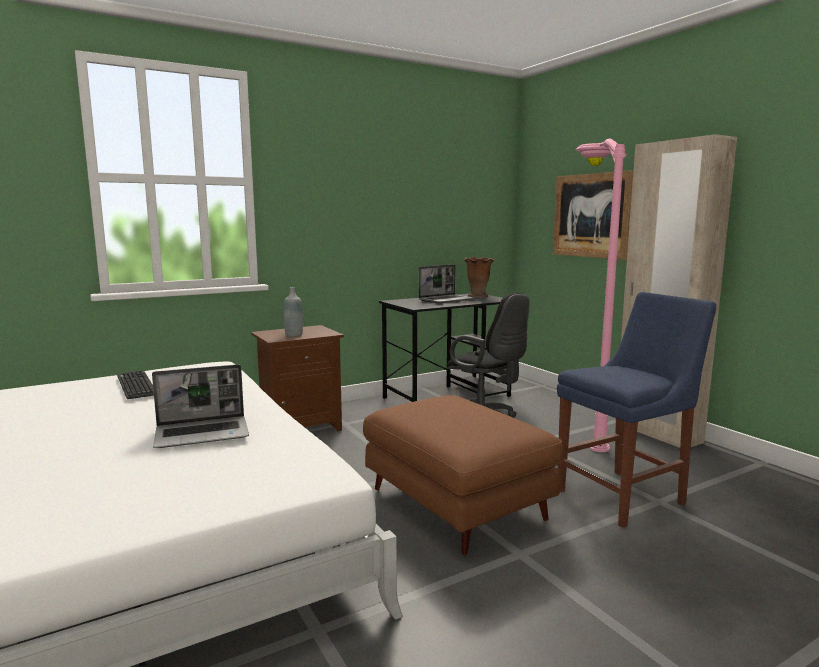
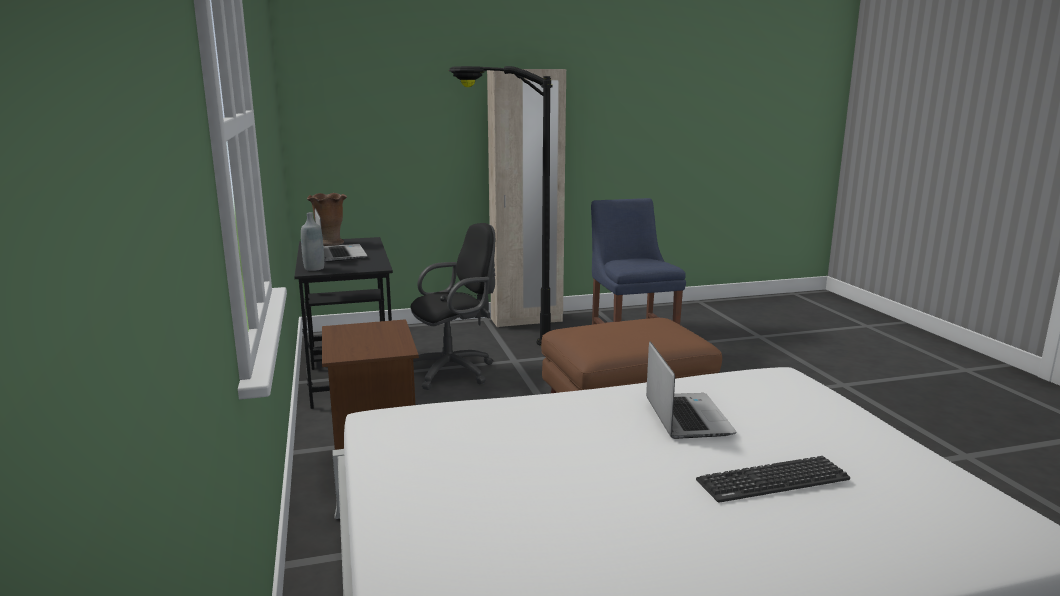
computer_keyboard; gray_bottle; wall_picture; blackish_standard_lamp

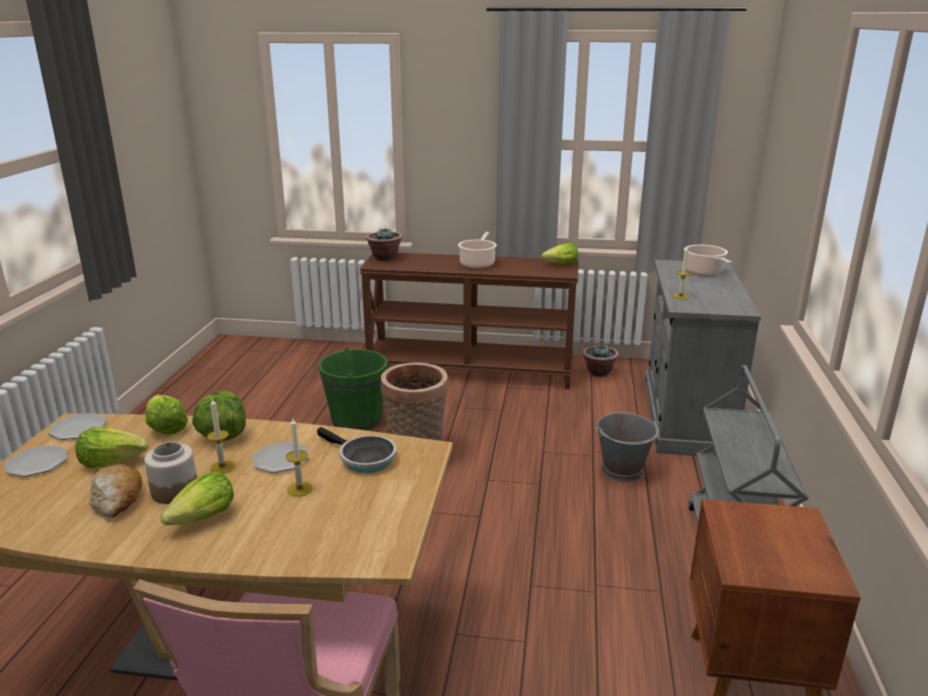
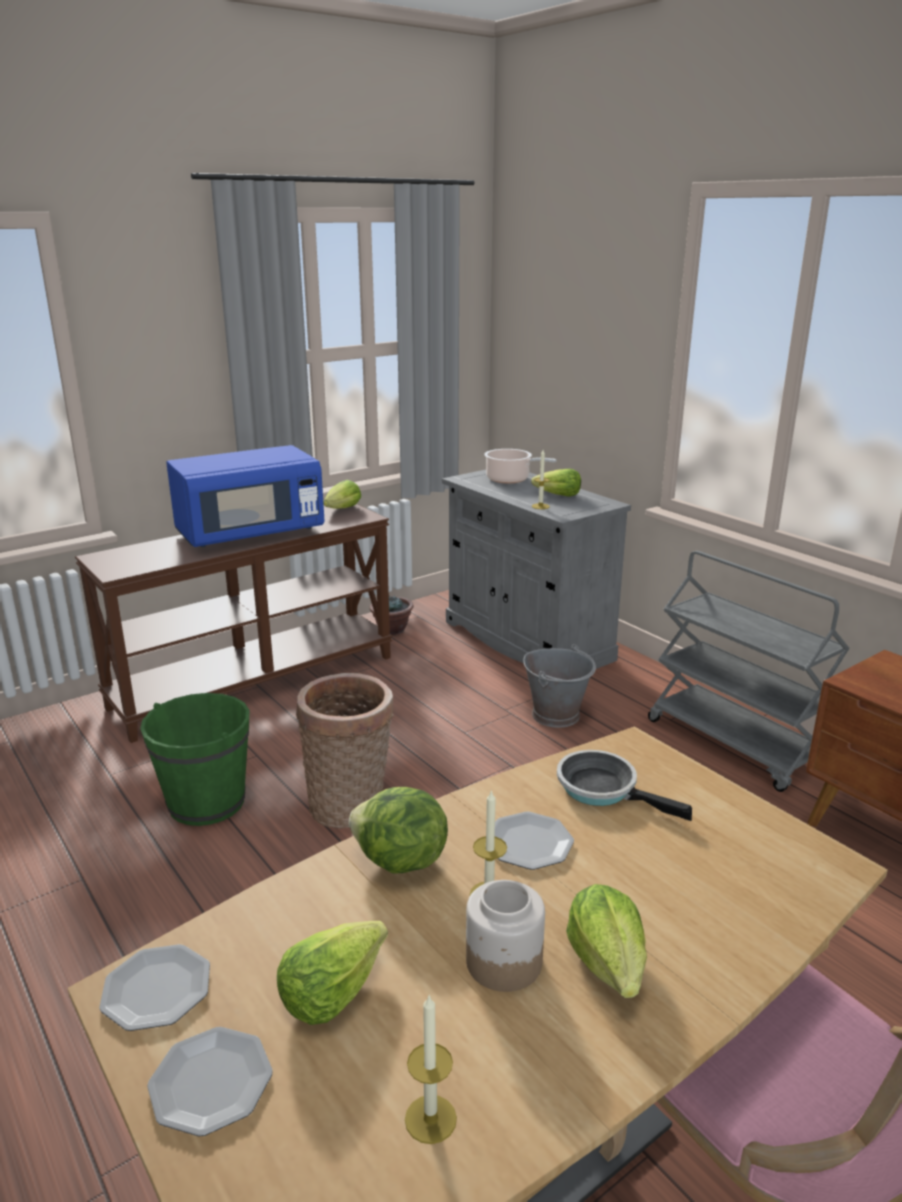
baked_bread; lettuce_head (4th from left); wax_candle (1st from left); skillet; potted_plant (1st from left in the first image); bluish_microwave_oven

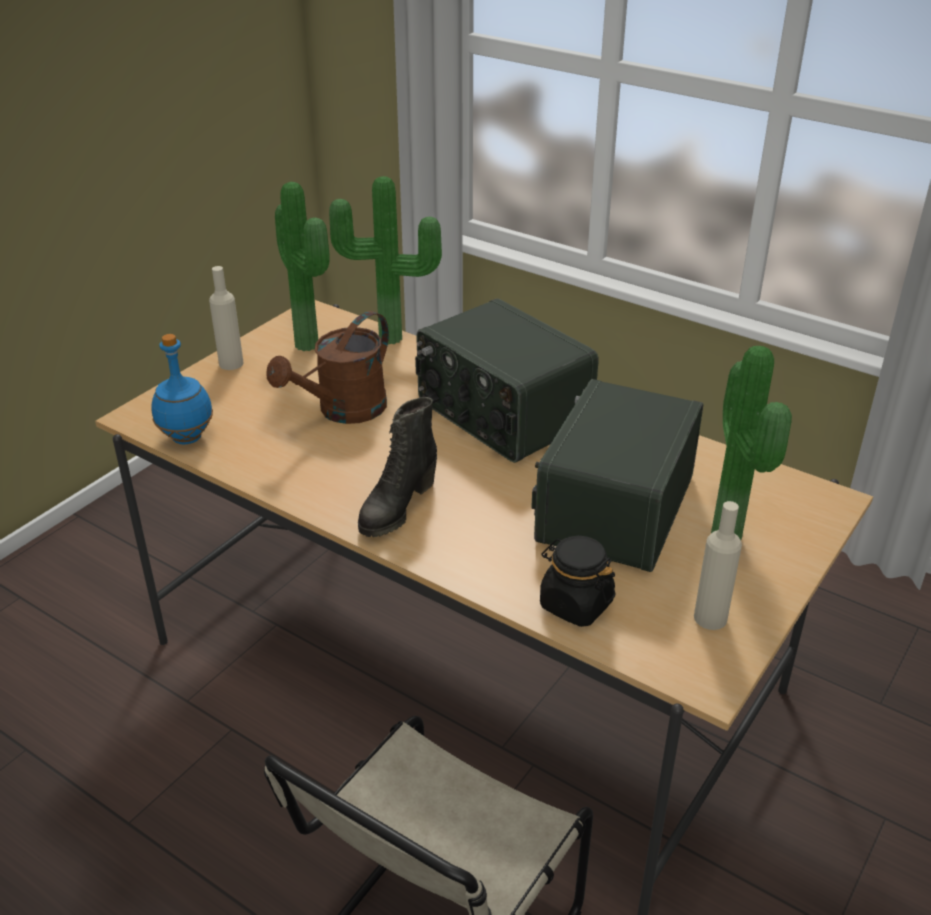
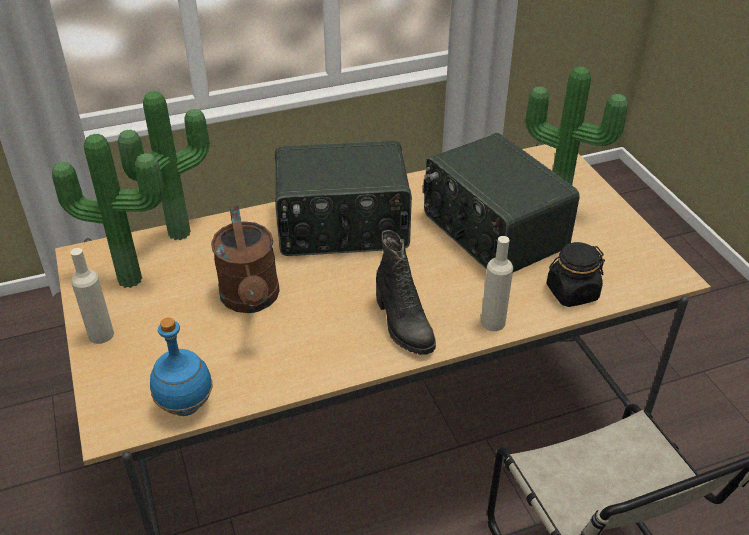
beige_bottle (2nd from left)

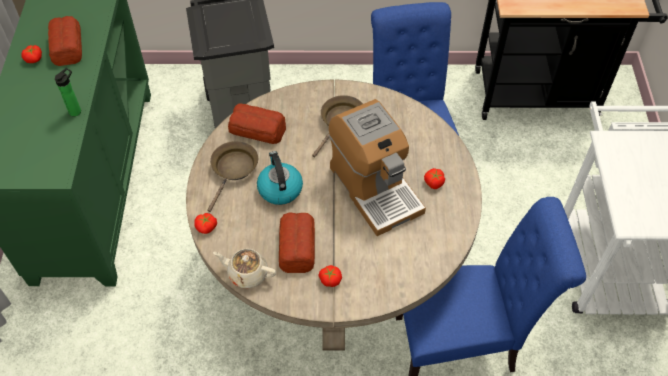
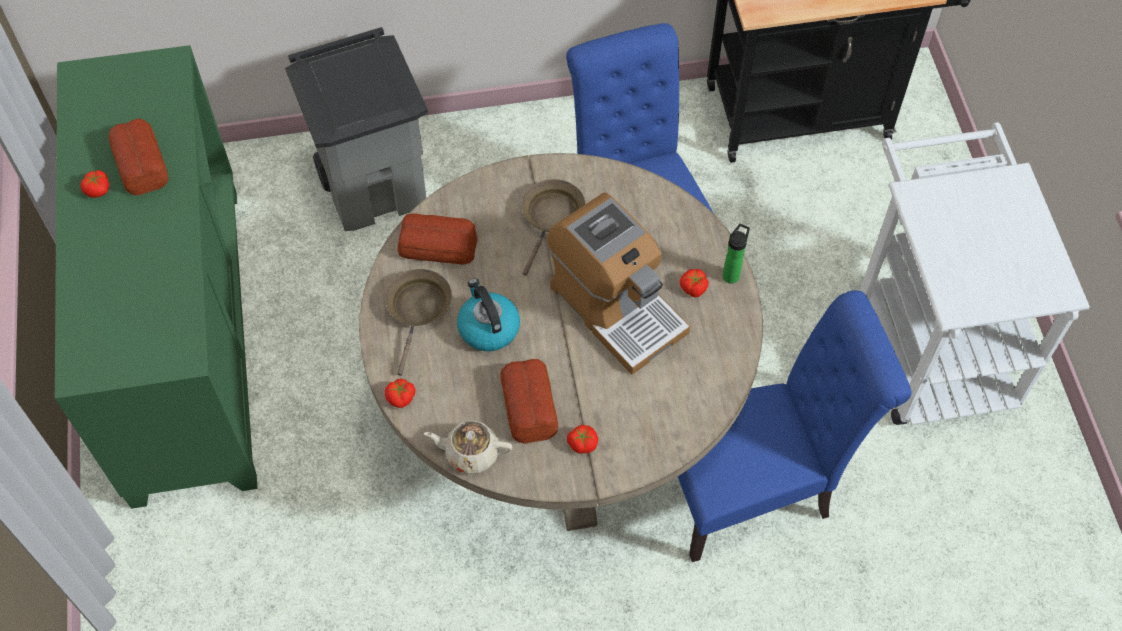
bottle

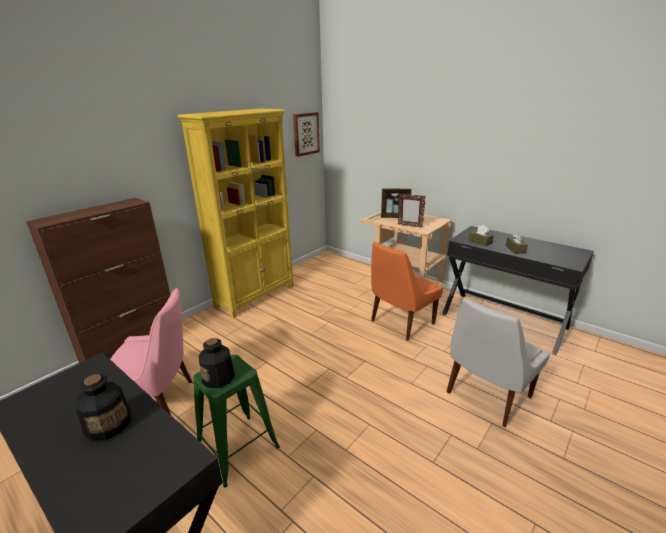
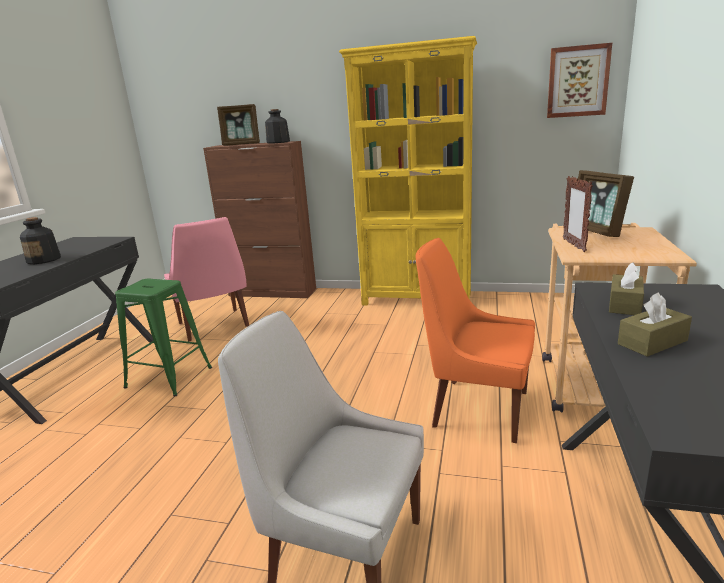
bottle (2nd from left); picture_frame (1st from left)

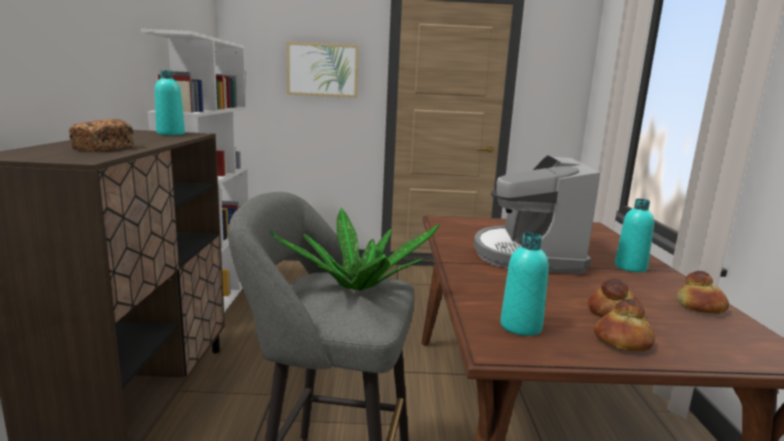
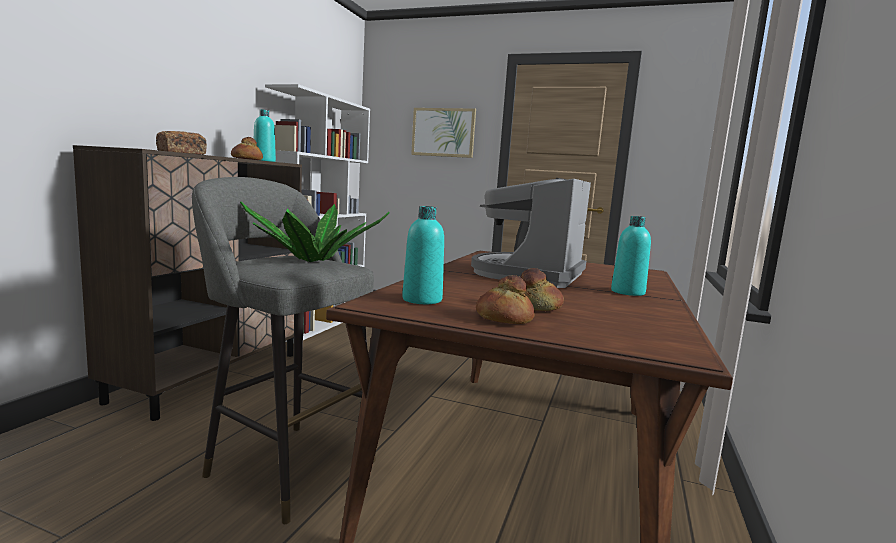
baked_bread (2nd from left)

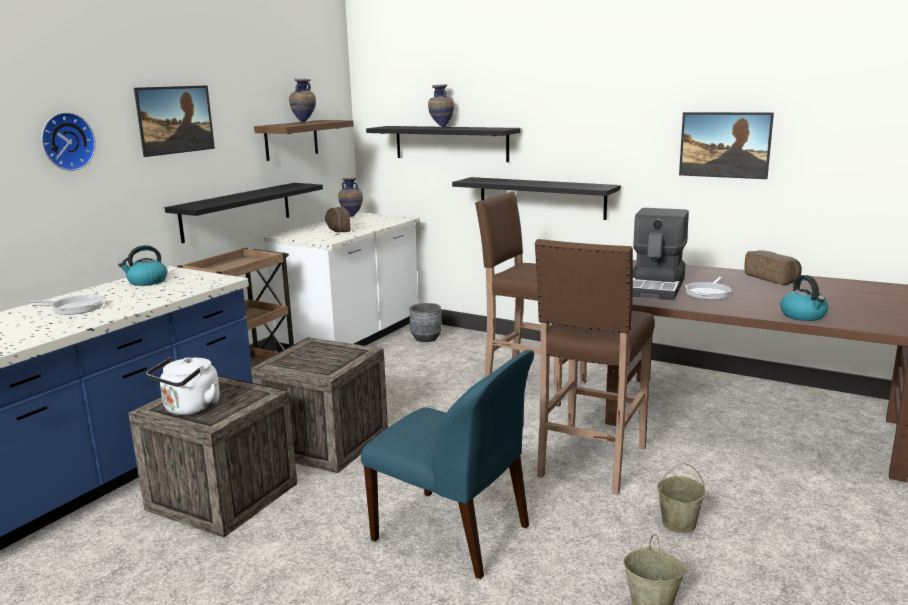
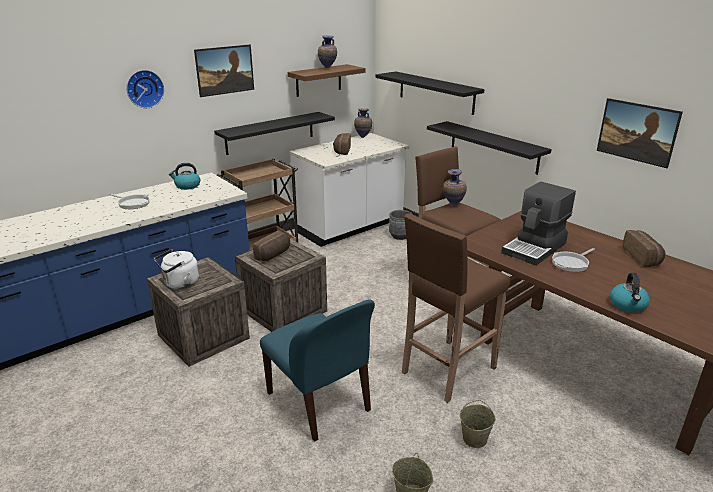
flower_vase (3rd from left); baked_bread (1st from left)

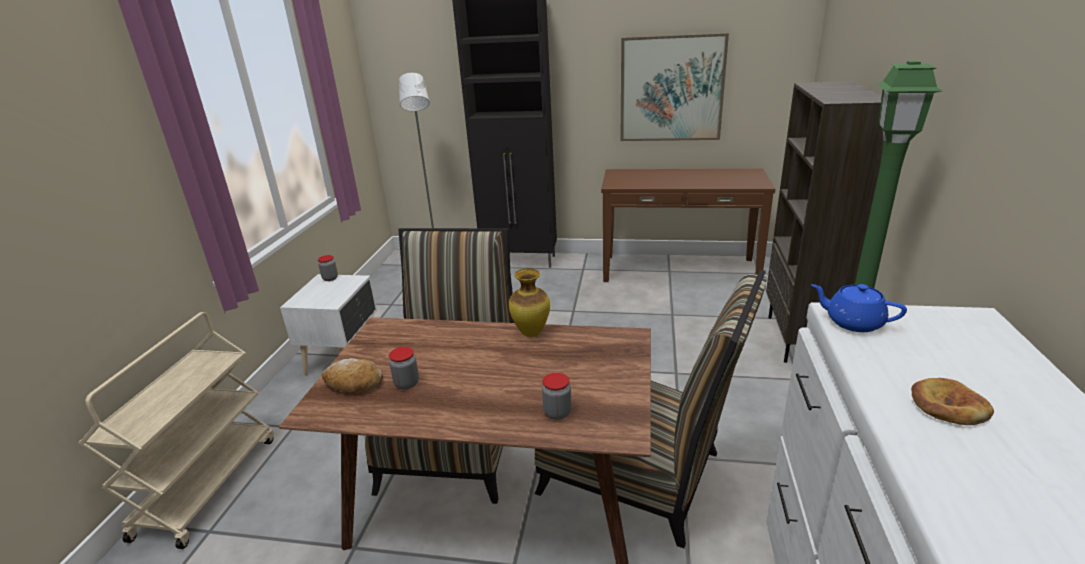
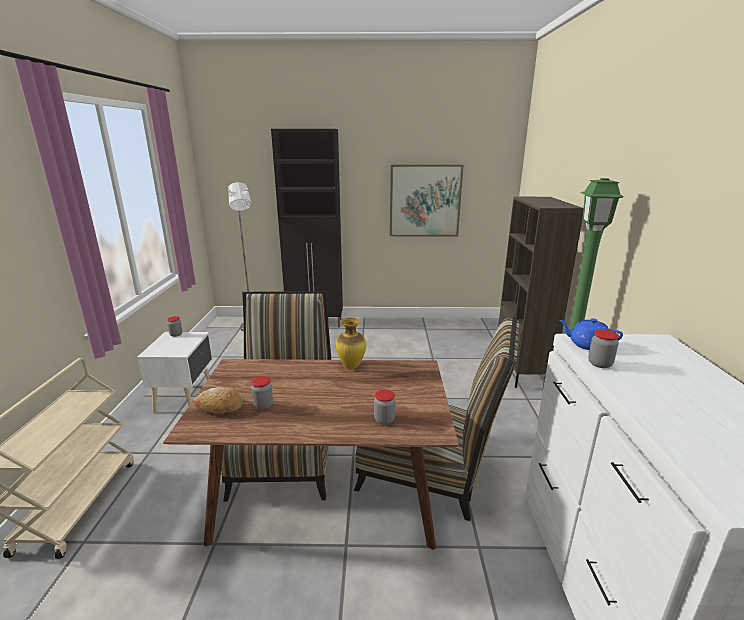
brownish_hall_table; baked_bread (2nd from left in the first image); preserve_jar (4th from left)

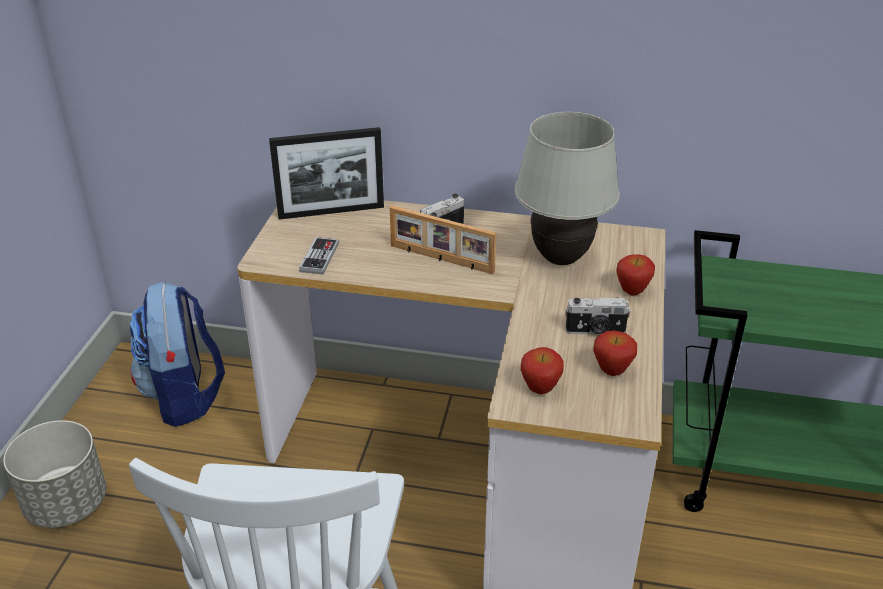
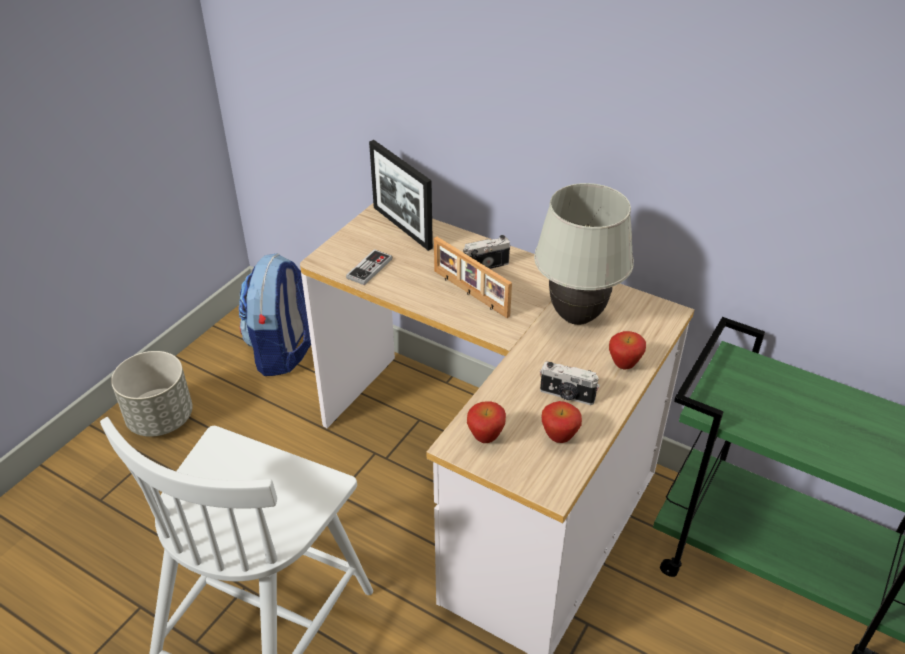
picture_frame (1st from left)

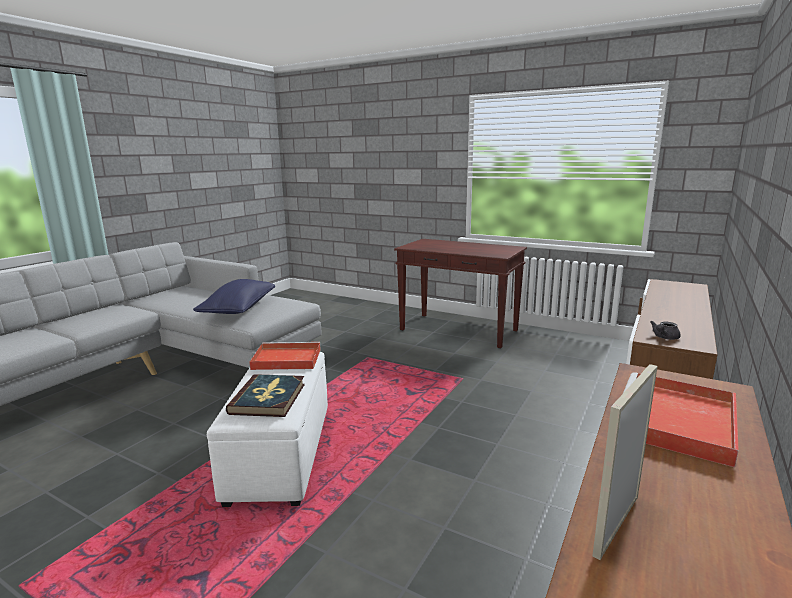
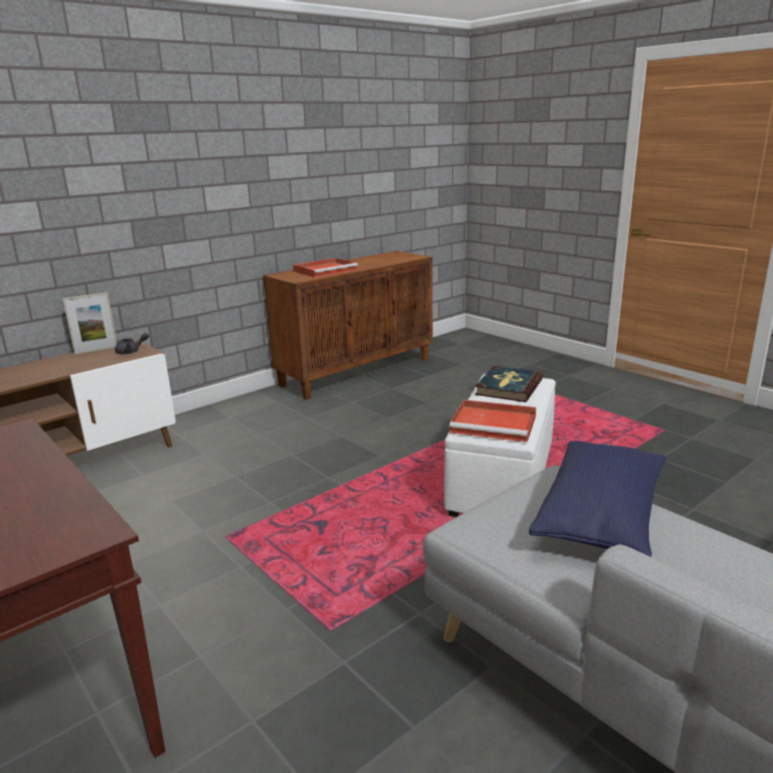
picture_frame

